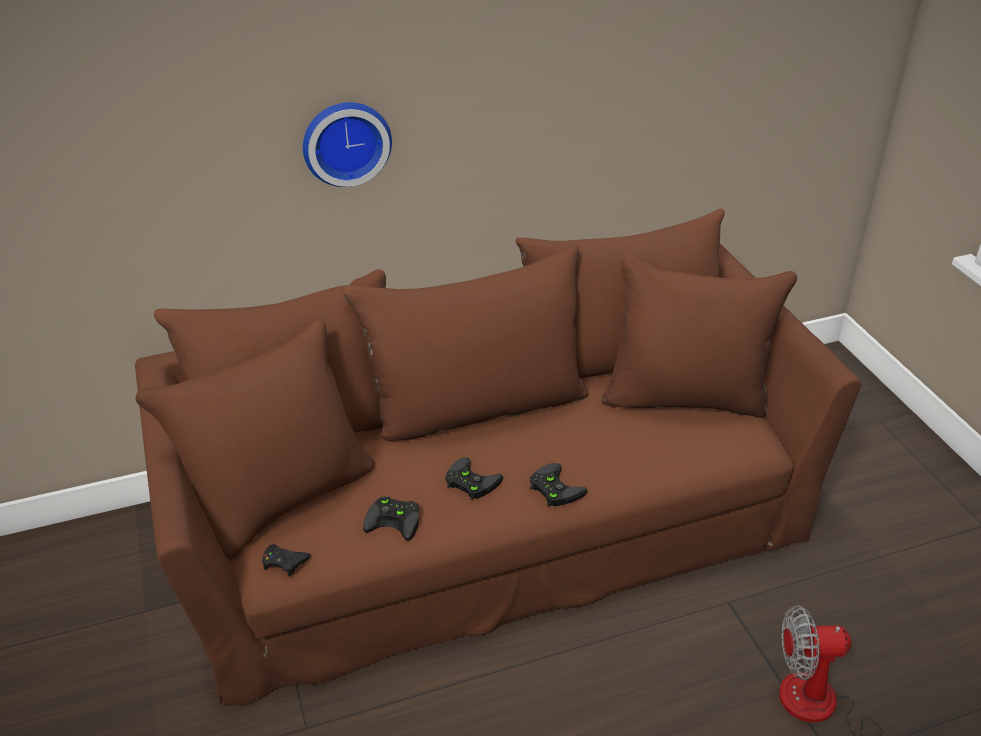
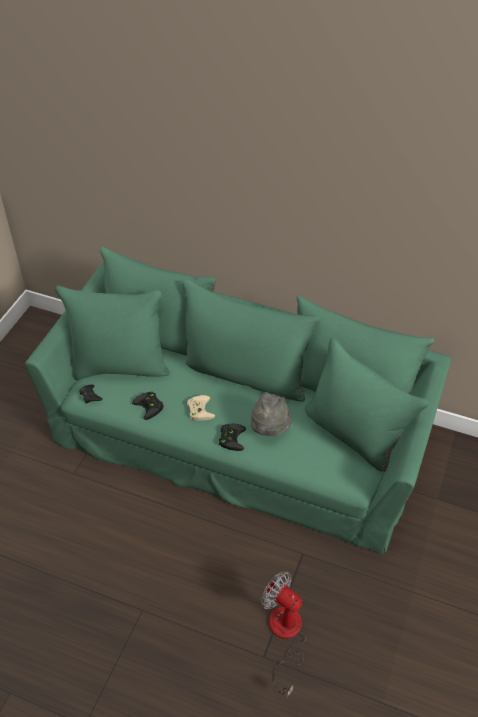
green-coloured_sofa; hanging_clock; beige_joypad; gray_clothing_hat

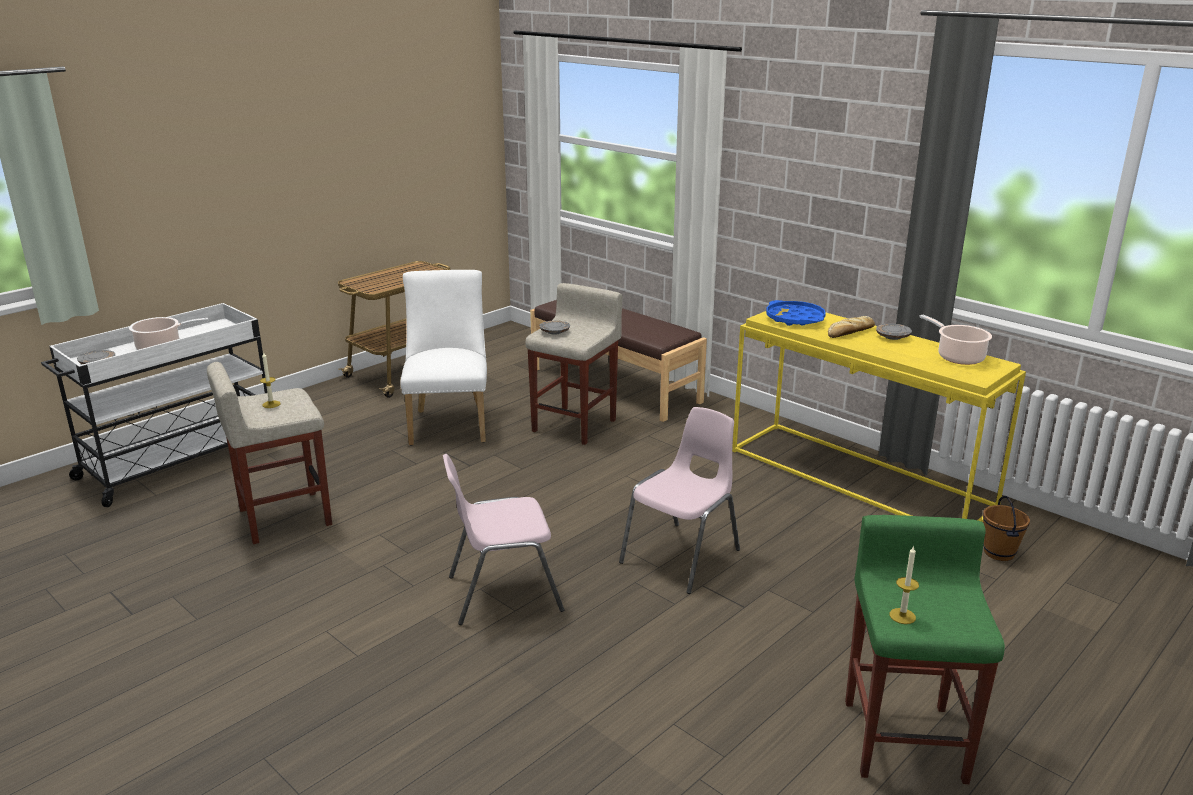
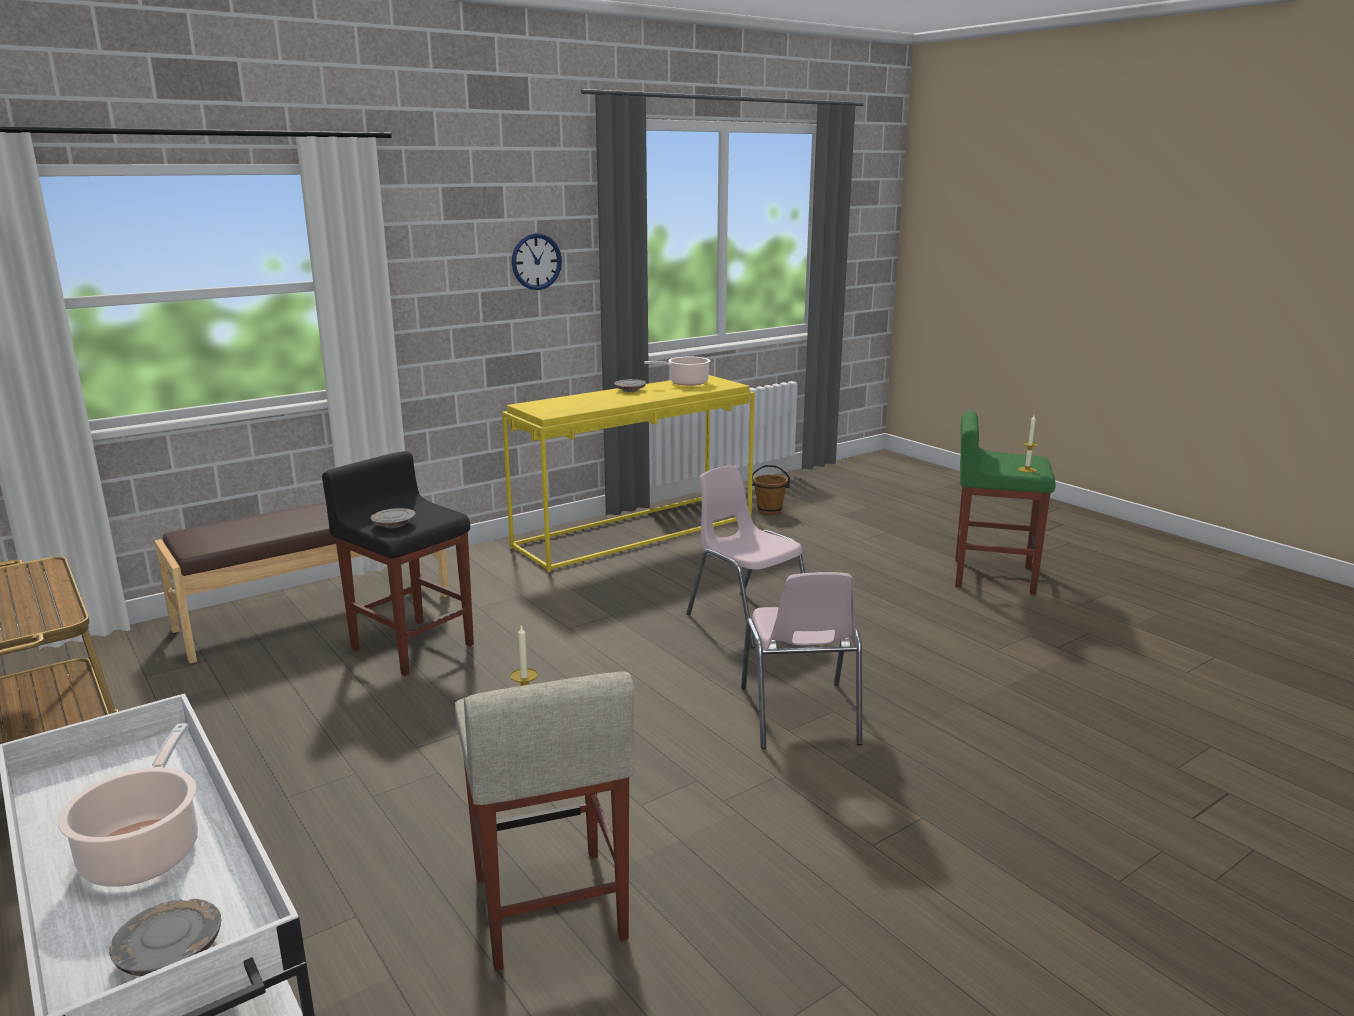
white_upright_chair; blackish_stool_seat; bluish_serving_tray; baked_bread; hanging_clock

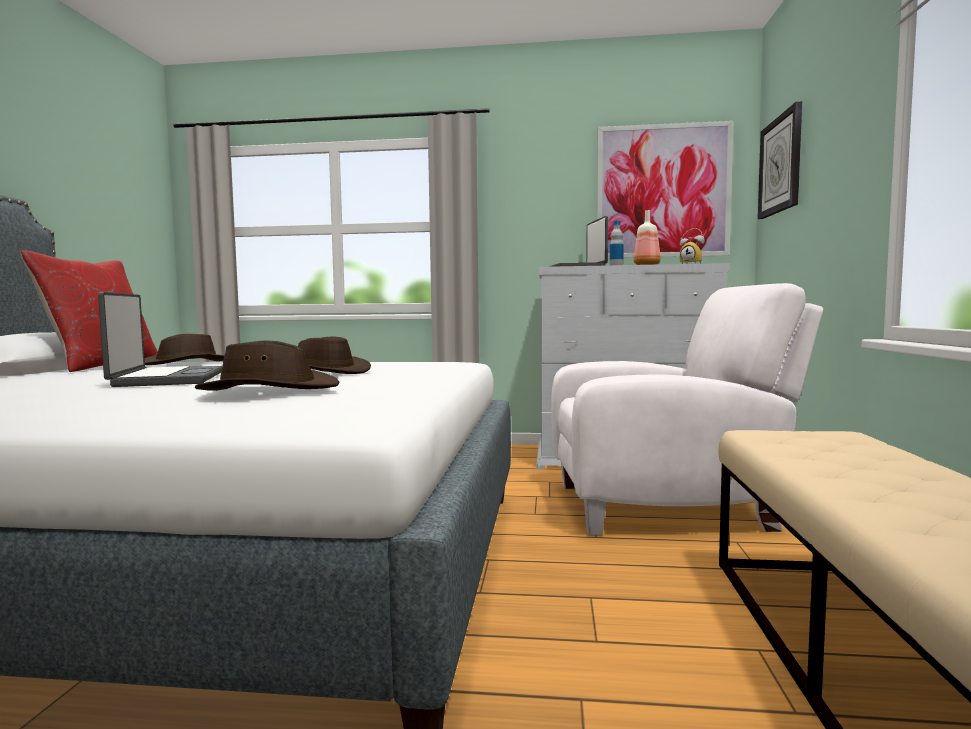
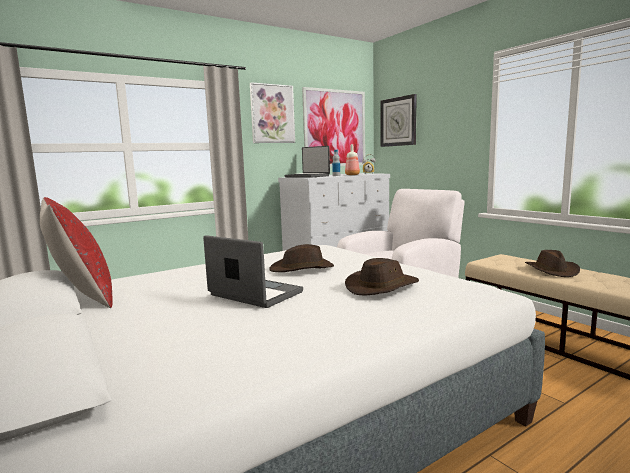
brownish_clothing_hat (3rd from left); wall_picture (1st from left)

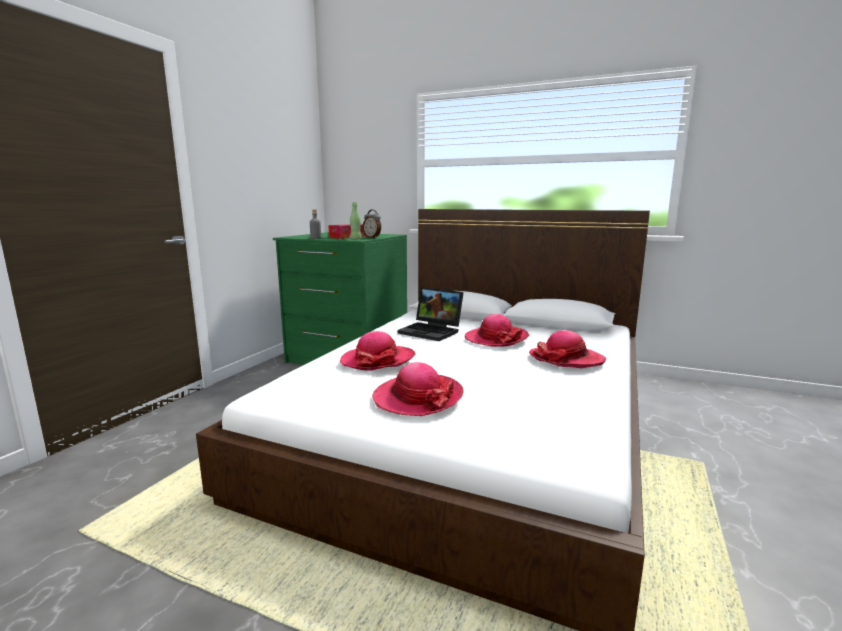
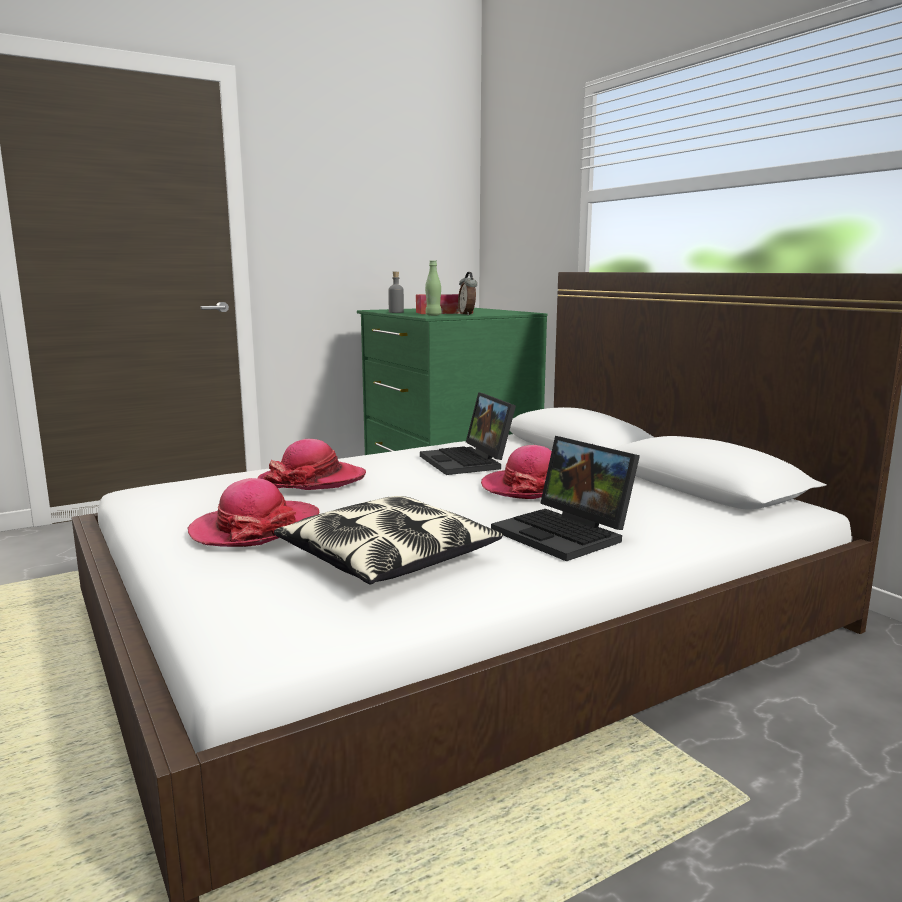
laptop (2nd from left); pillow

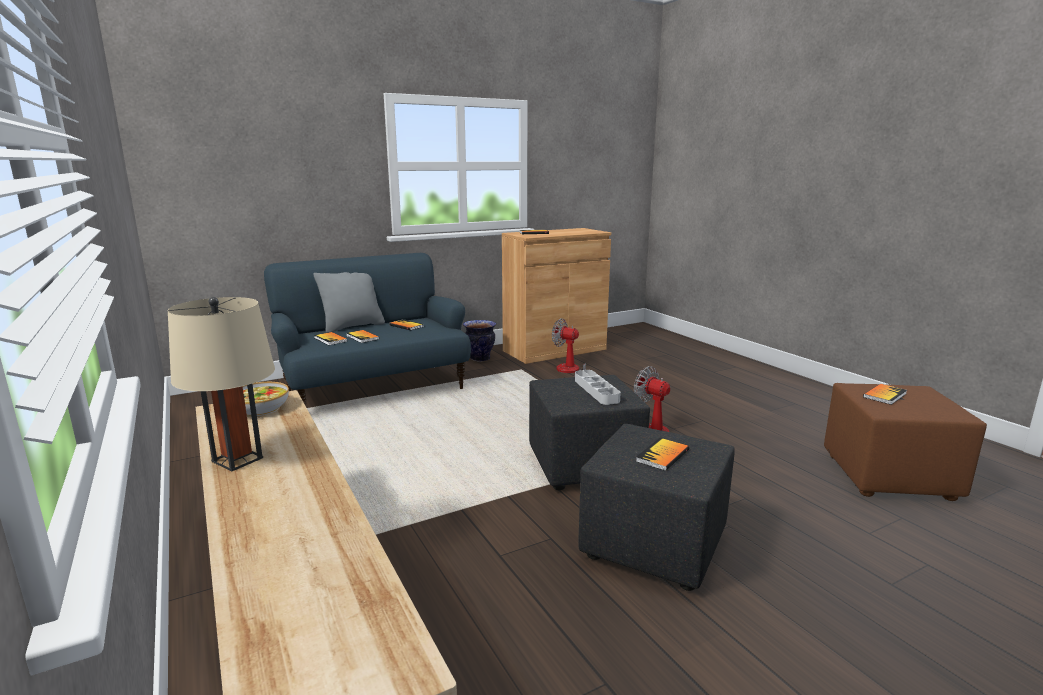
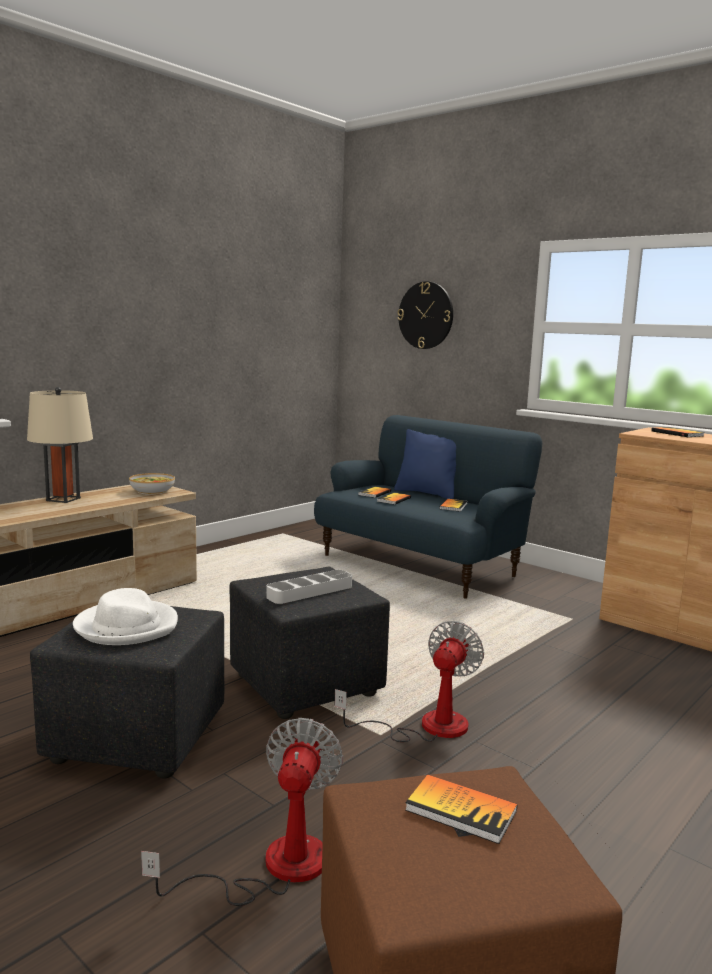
bluish_pillow; flower_vase; electric_fan (1st from left); white_clothing_hat; hanging_clock

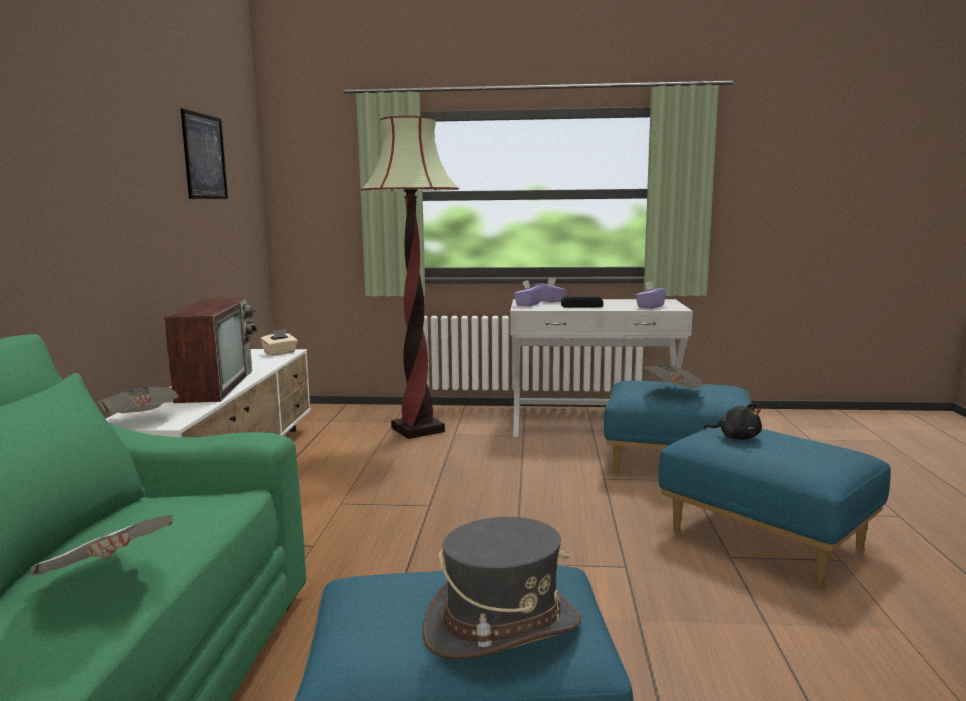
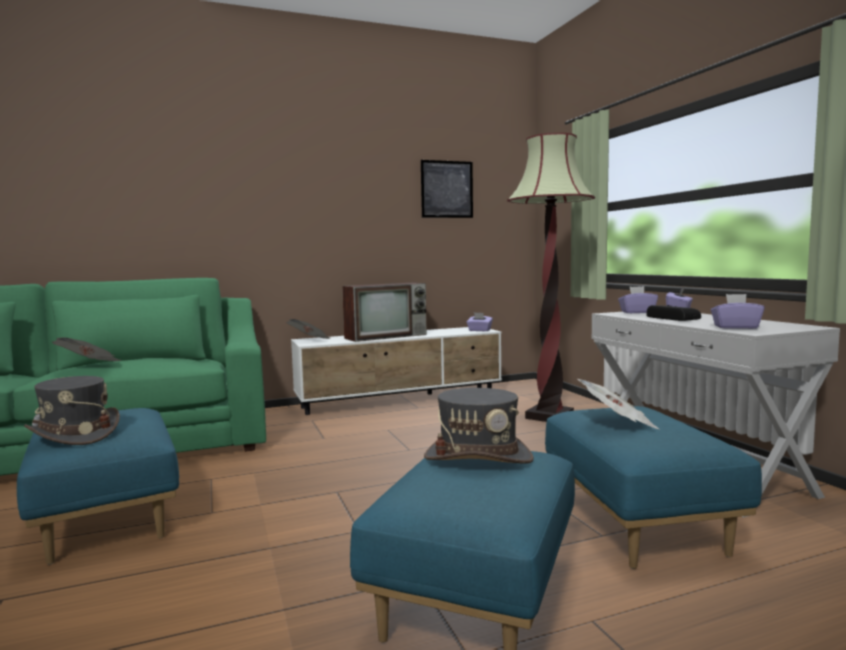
purple-coloured_tissue_holder (1st from left); gray_clothing_hat (2nd from left)

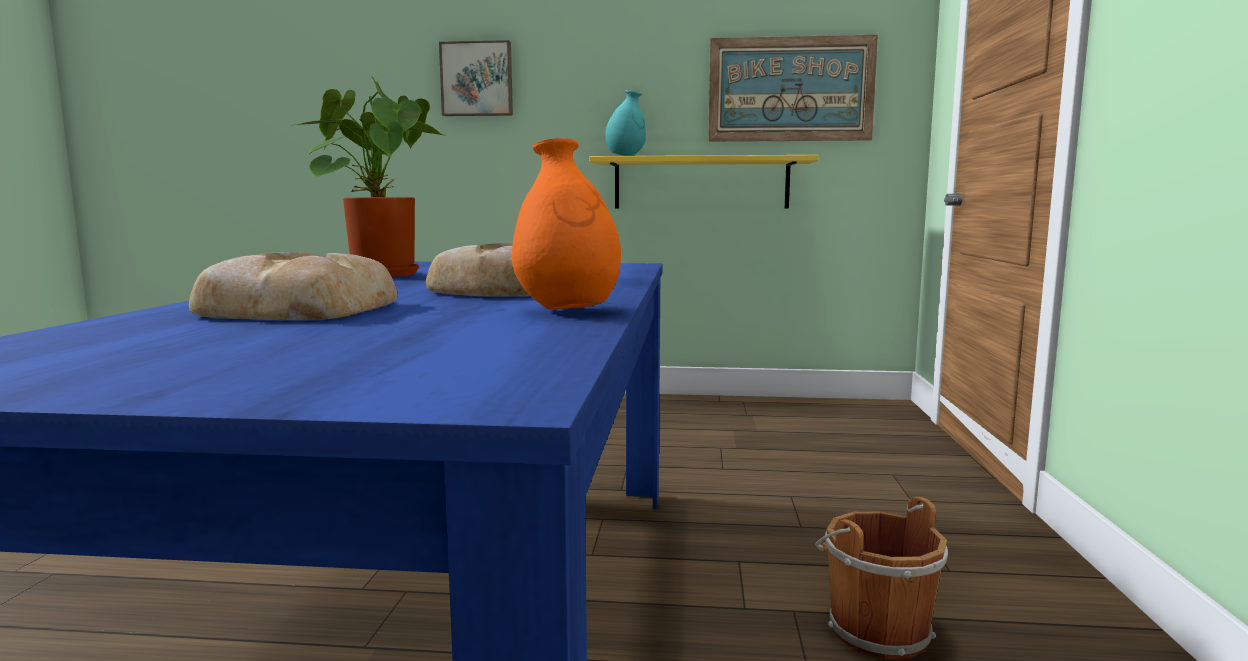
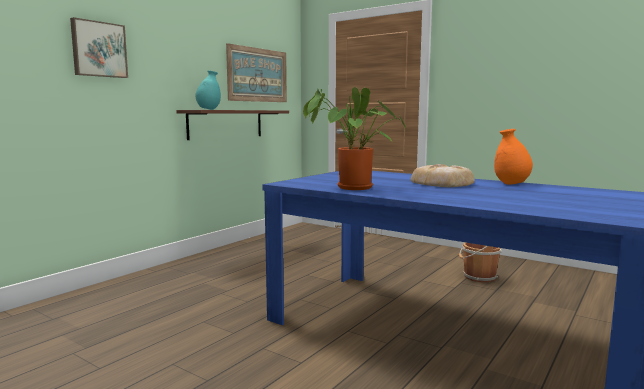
baked_bread (1st from left in the first image); brownish_wall_shelf

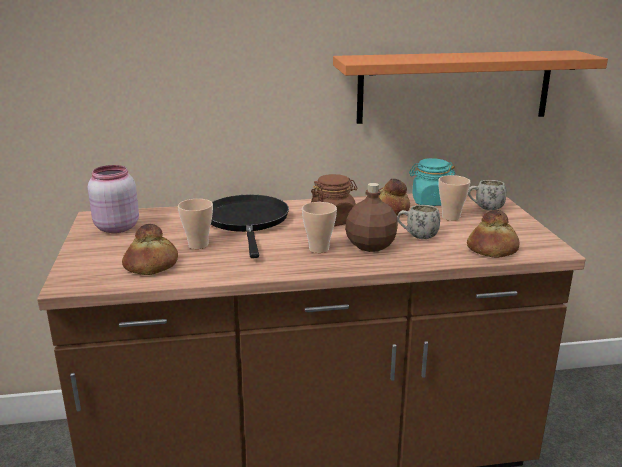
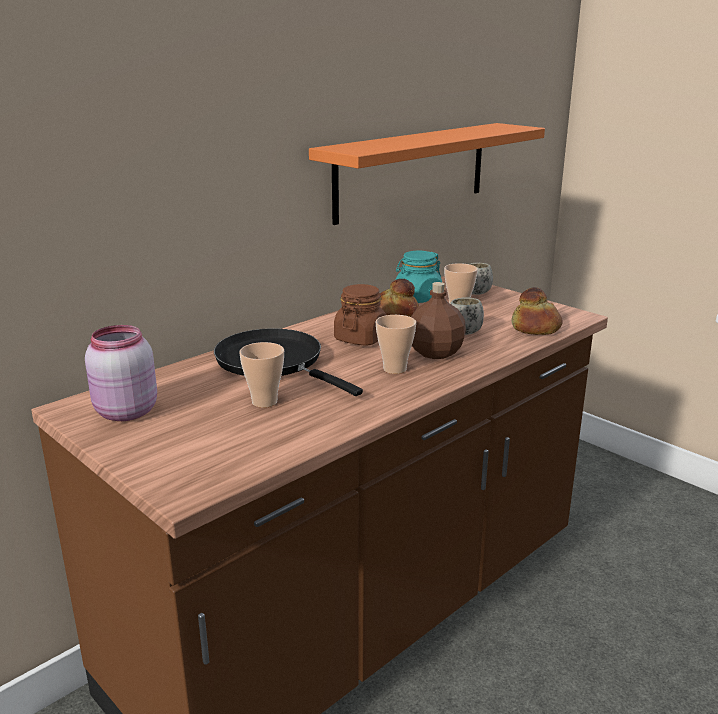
baked_bread (1st from left in the first image)

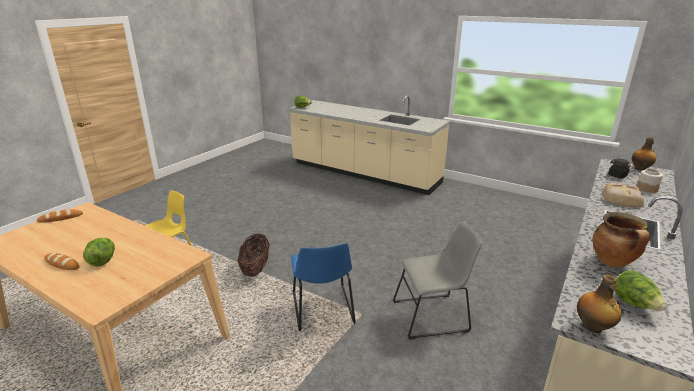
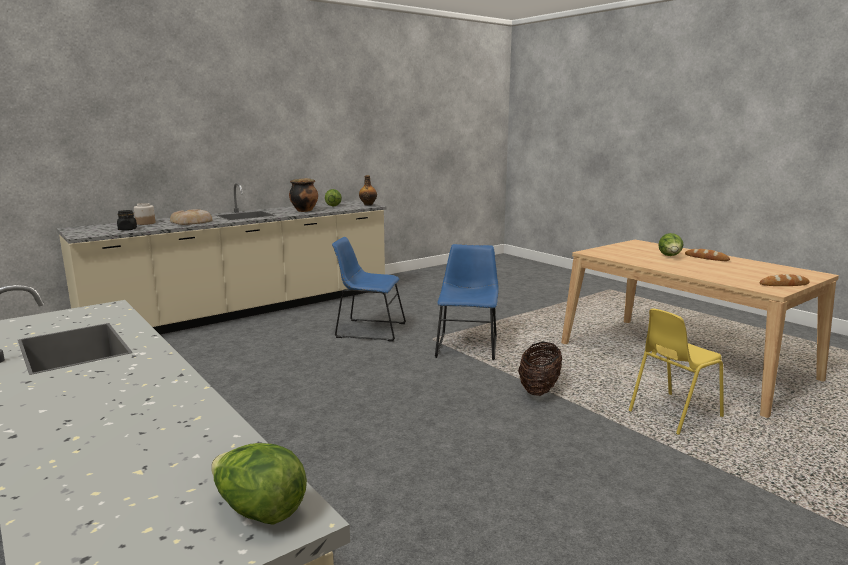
bluish_upright_chair (1st from left); bottle (2nd from left in the first image)

